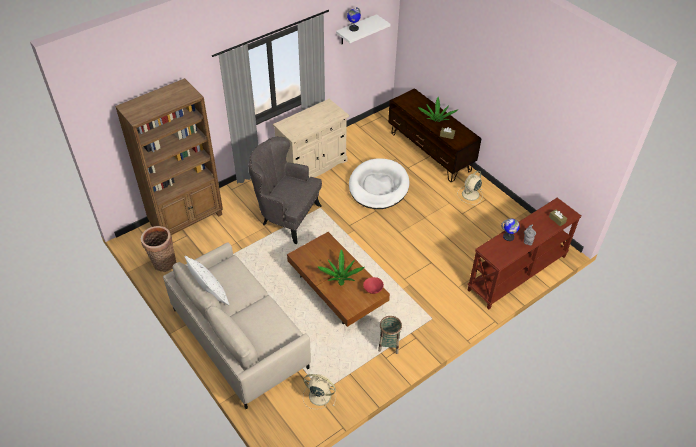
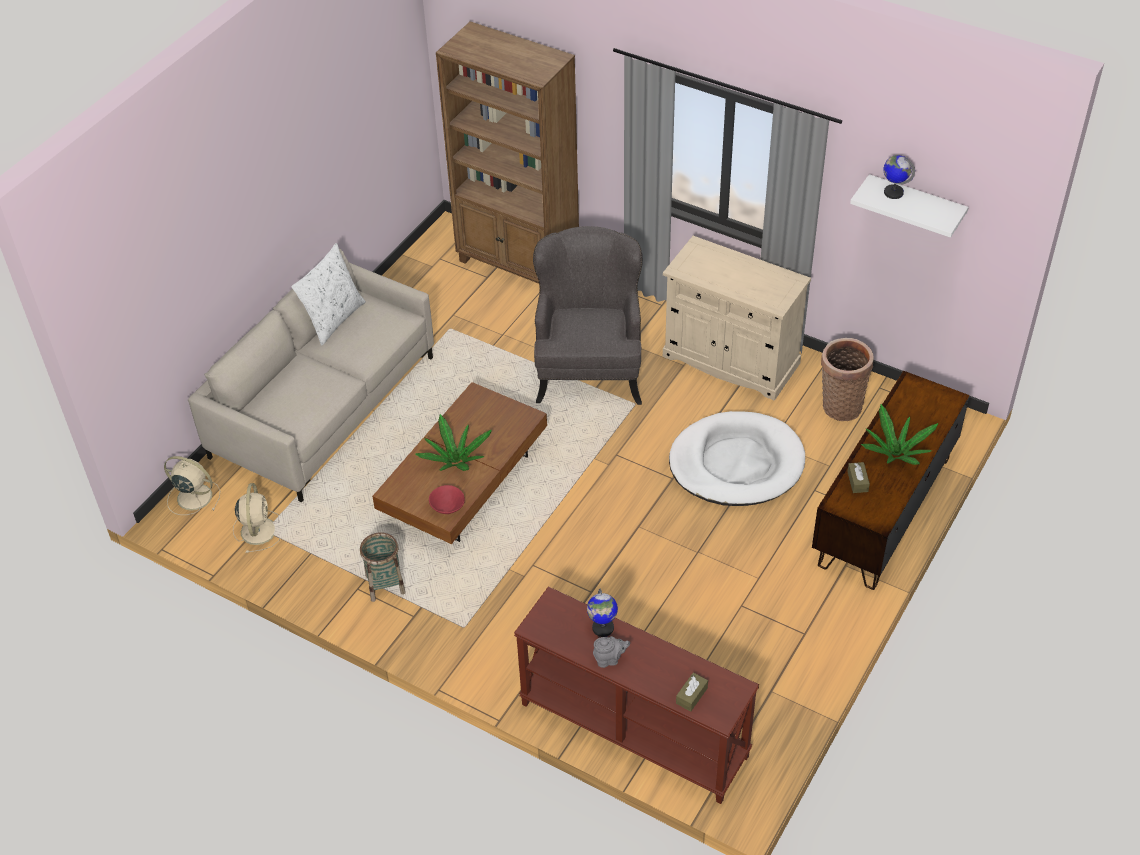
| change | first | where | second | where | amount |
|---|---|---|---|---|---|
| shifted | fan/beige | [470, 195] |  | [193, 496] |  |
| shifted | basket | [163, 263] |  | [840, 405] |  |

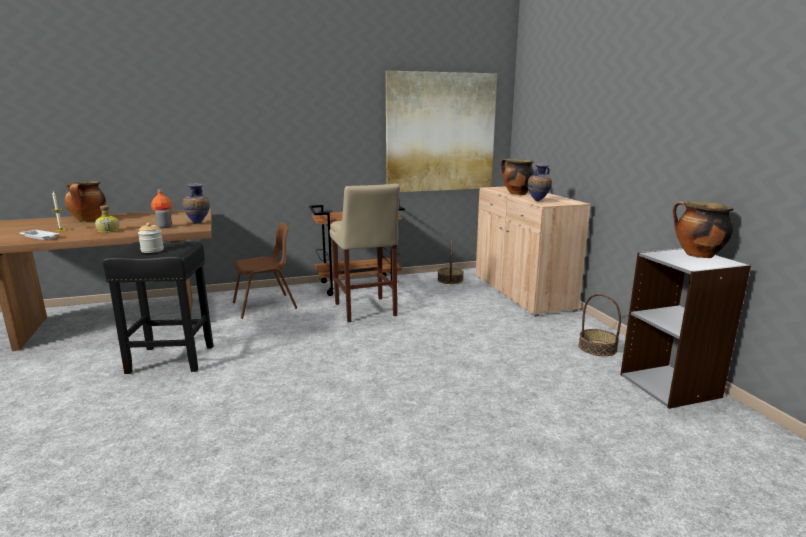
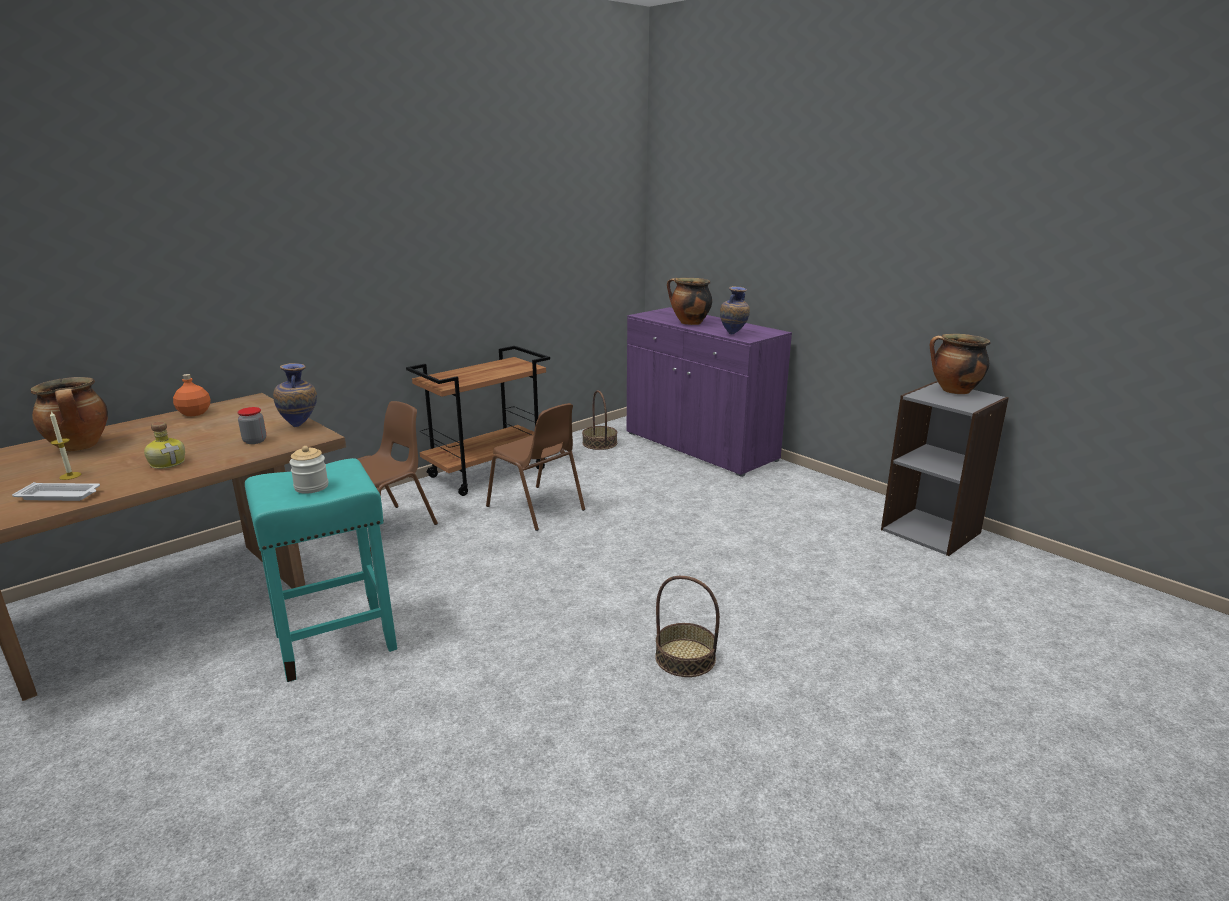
| change | first | where | second | where | amount |
|---|---|---|---|---|---|
| repainted | stool/black | [173, 359] | stool/turquoise | [338, 641] |  |
| swapped | stool/beige | [366, 311] | chair/brown | [536, 508] |  |
| repainted | cabinet/beige | [522, 292] | cabinet/purple | [699, 446] |  |
| shifted | basket | [597, 348] |  | [685, 657] |  |
| gone | picture | [440, 132] |  |  |  |

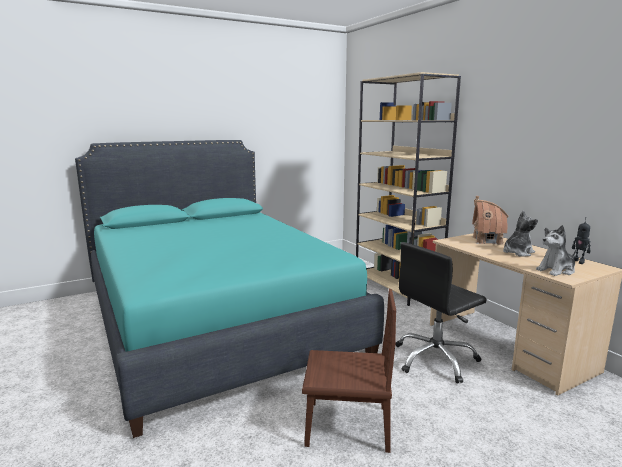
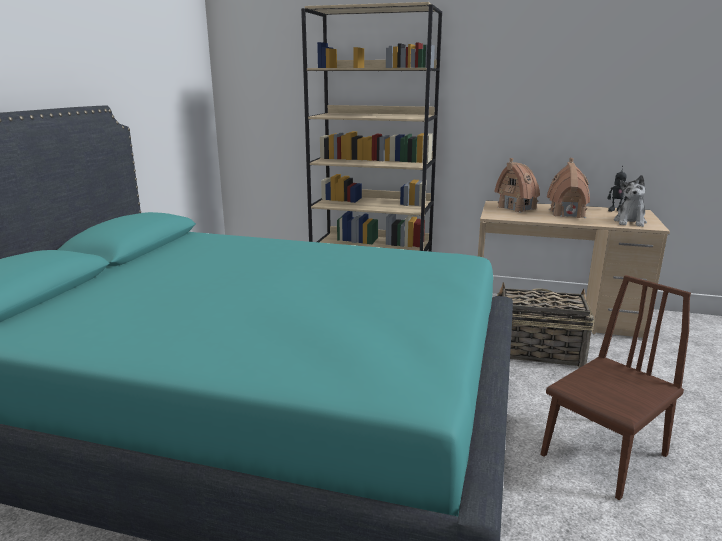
| change | first | where | second | where | amount |
|---|---|---|---|---|---|
| swapped | office chair/black | [435, 359] | basket | [536, 352] |  |
| swapped | plush toy | [517, 252] | toy house | [567, 213] |  |

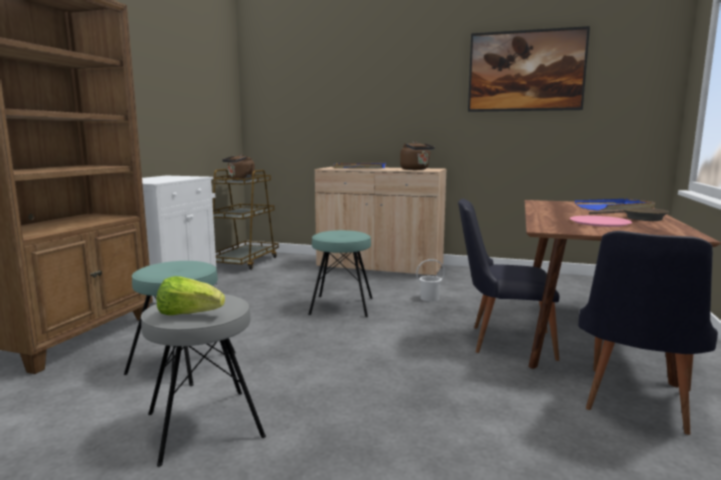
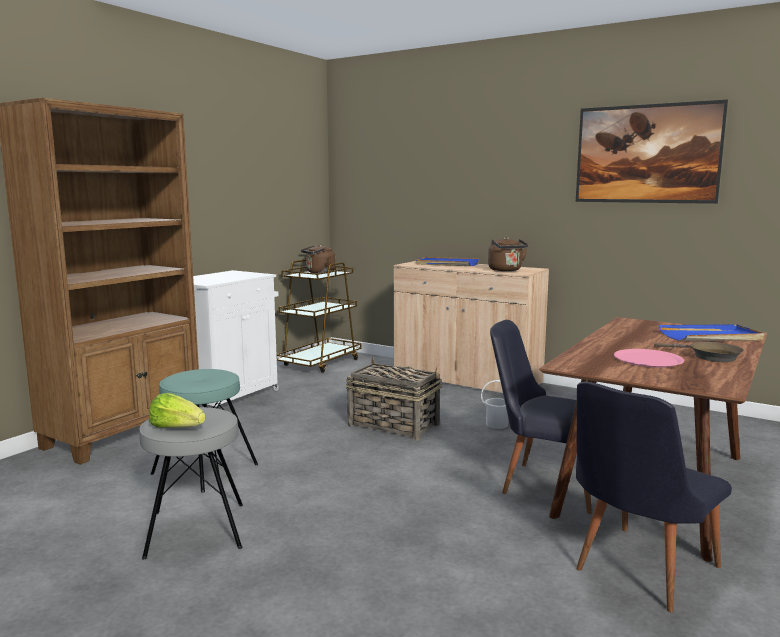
| change | first | where | second | where | amount |
|---|---|---|---|---|---|
| swapped | stool/turquoise | [342, 306] | basket | [392, 424] |  |

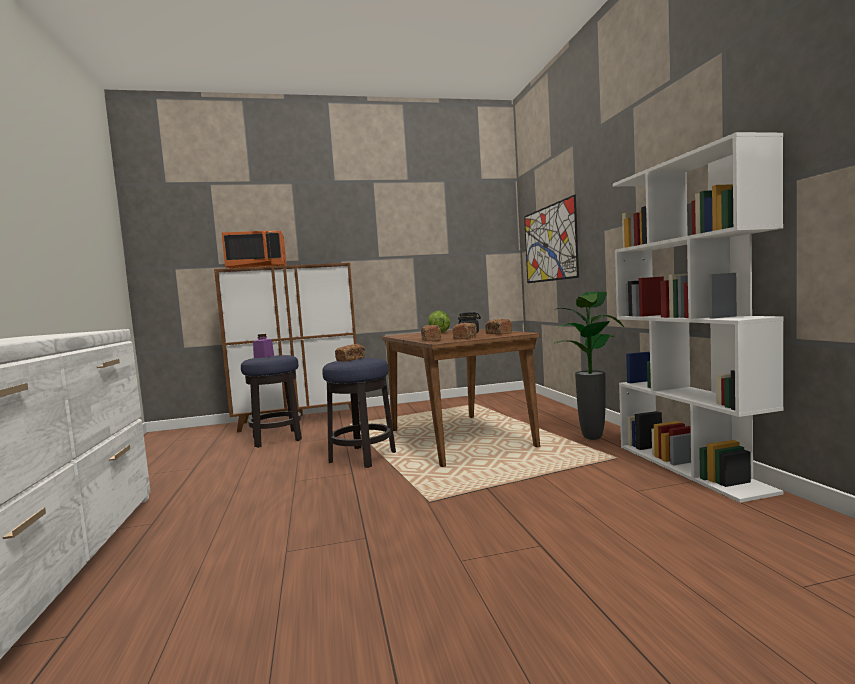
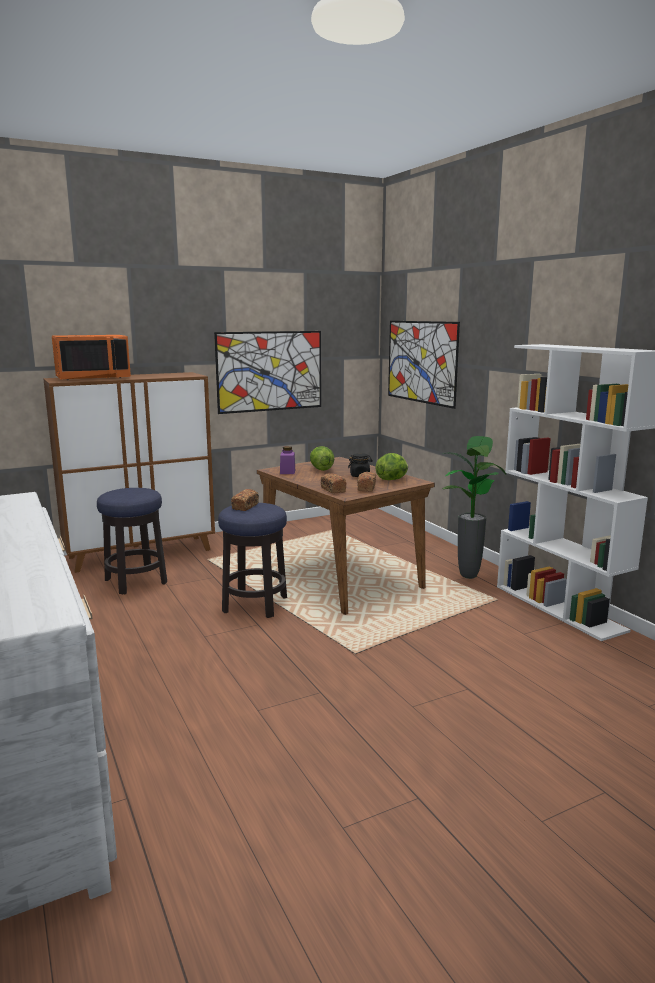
| change | first | where | second | where | amount |
|---|---|---|---|---|---|
| new |  |  | picture | [270, 371] |  |
| shifted | jar/purple | [264, 356] |  | [287, 472] |  |
| swapped | bread | [498, 333] | lettuce | [392, 479] |  |

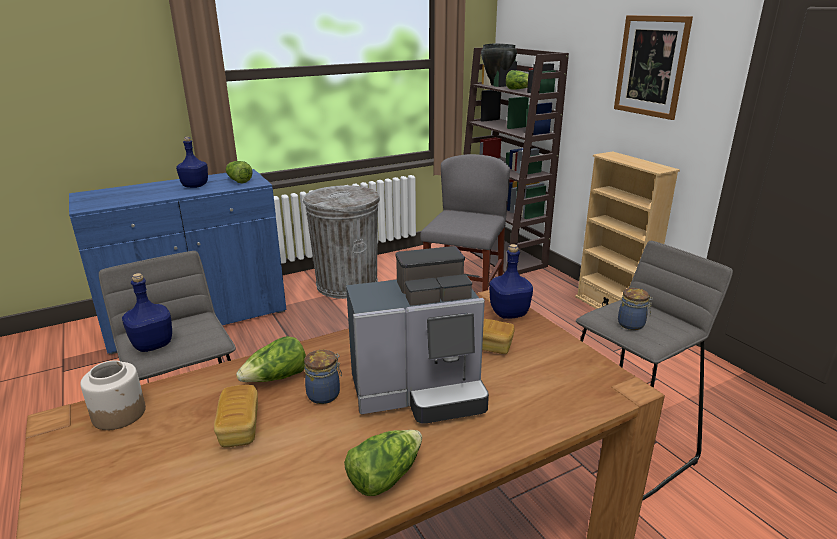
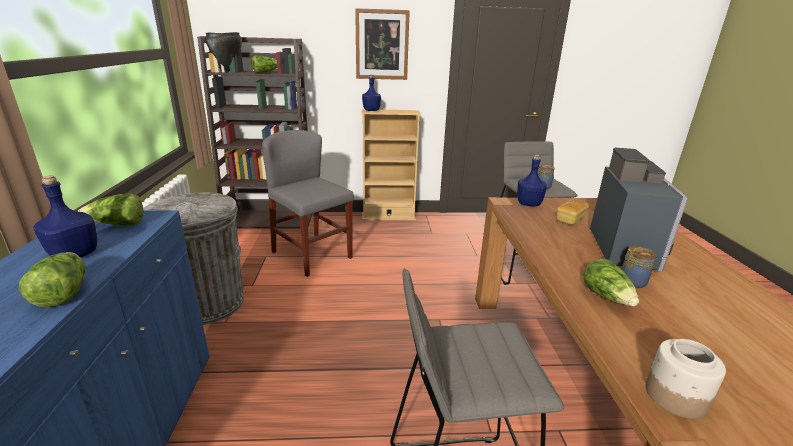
| change | first | where | second | where | amount |
|---|---|---|---|---|---|
| shifted | lettuce | [384, 476] |  | [63, 293] |  |
| shifted | bottle/blue | [153, 345] |  | [371, 110] |  |
| gone | bread | [239, 428] |  |  |  |

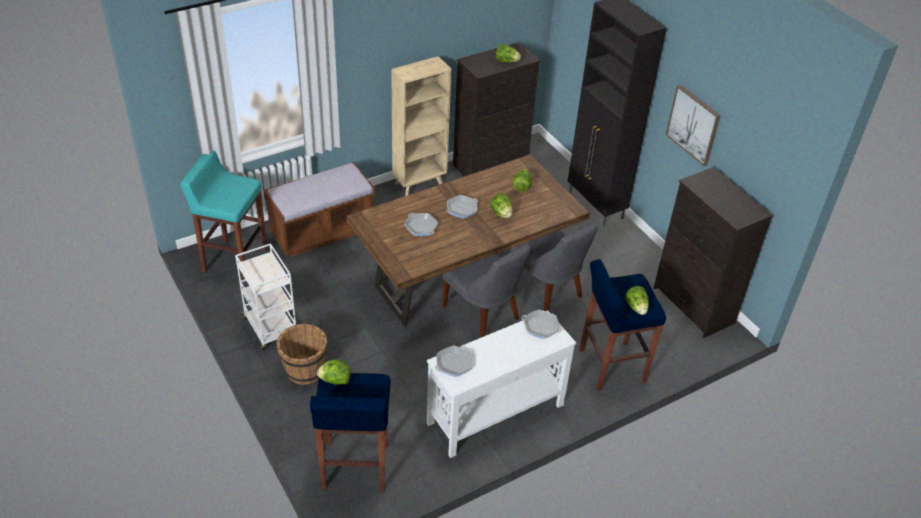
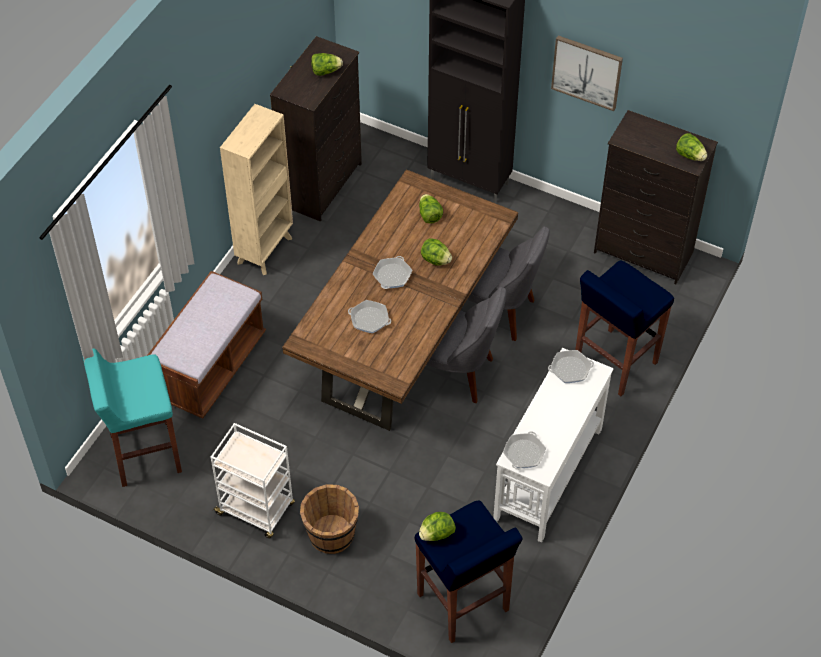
| change | first | where | second | where | amount |
|---|---|---|---|---|---|
| shifted | lettuce | [636, 307] |  | [690, 155] |  |

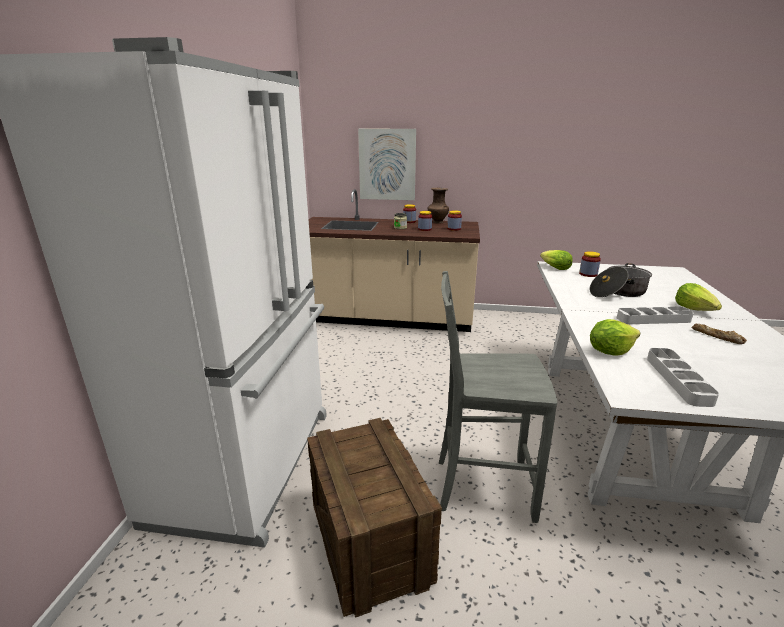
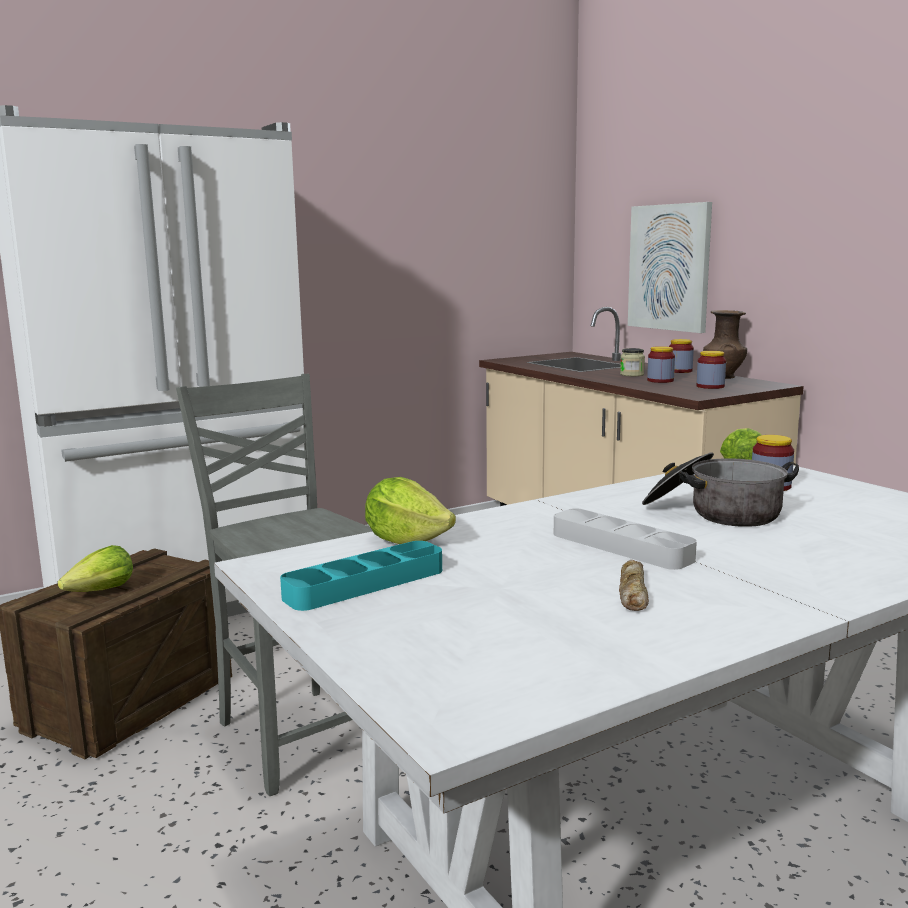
| change | first | where | second | where | amount |
|---|---|---|---|---|---|
| shifted | lettuce | [695, 309] |  | [102, 591] |  |
| repainted | tray/grey | [678, 380] | tray/turquoise | [365, 584] |  |

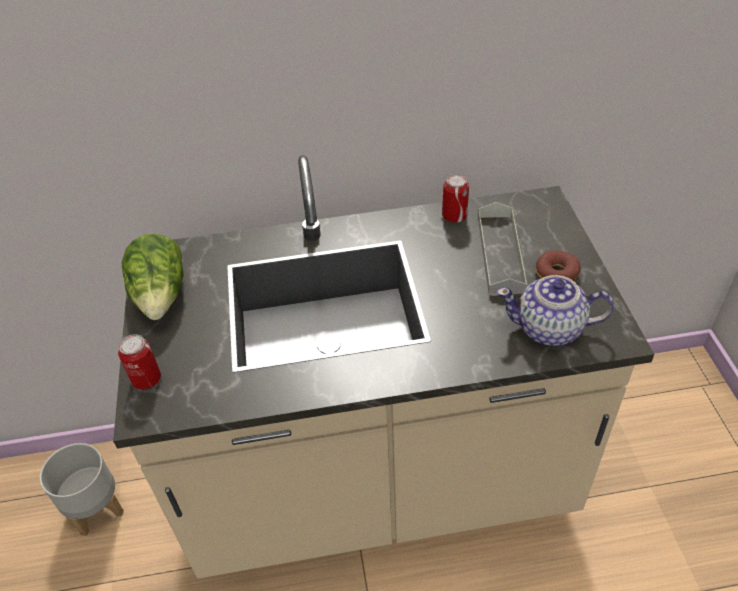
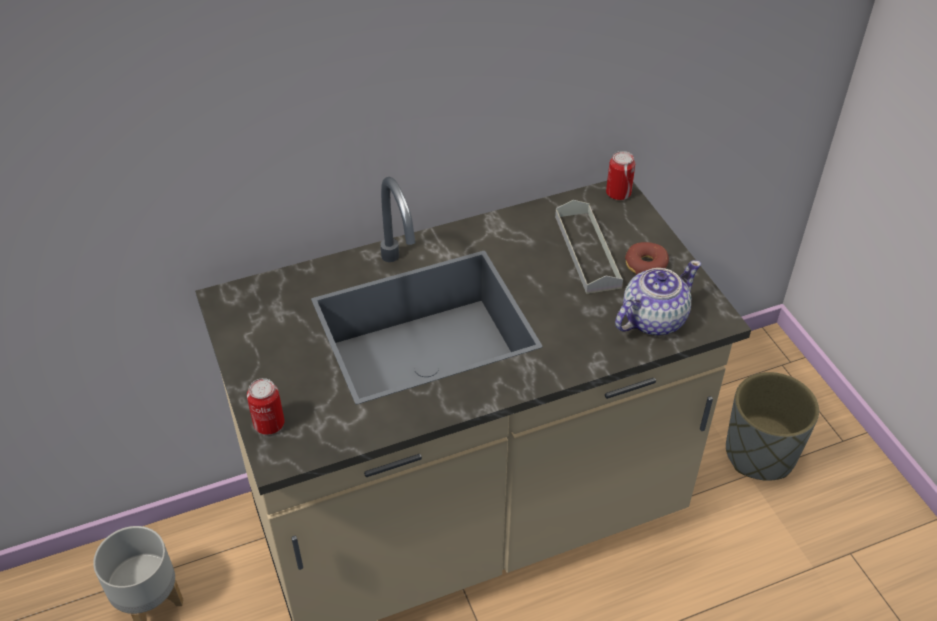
| change | first | where | second | where | amount |
|---|---|---|---|---|---|
| shifted | can | [454, 216] |  | [618, 194] |  |
| rotated | teapot | [550, 329] |  | [652, 319] | 150 degrees clockwise |
| new |  |  | planter/grey | [759, 453] |  |
| gone | lettuce | [161, 295] |  |  |  |

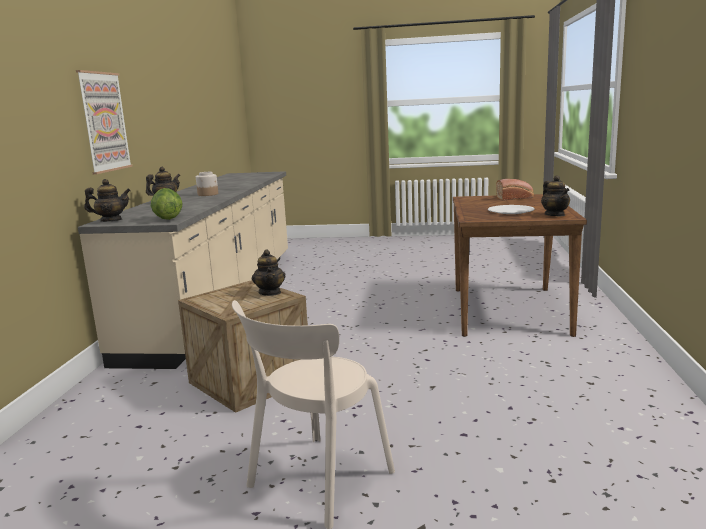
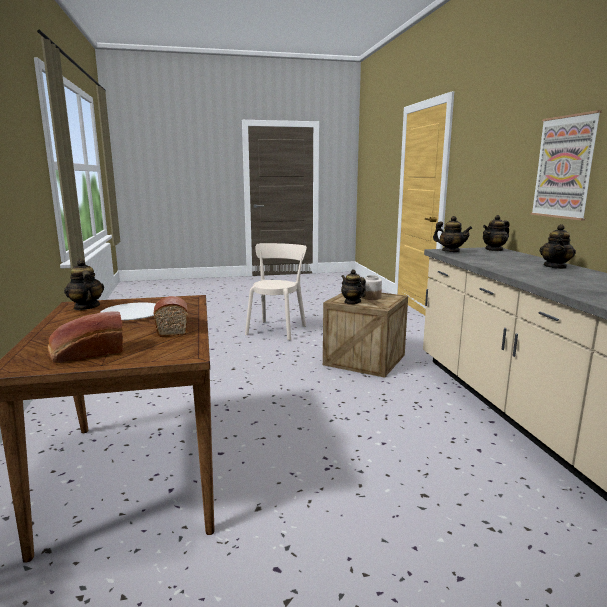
| change | first | where | second | where | amount |
|---|---|---|---|---|---|
| new |  |  | bread | [172, 327] |  |
| shifted | jar | [208, 194] |  | [371, 297] |  |
| swapped | lettuce | [167, 219] | teapot | [450, 251] |  |

